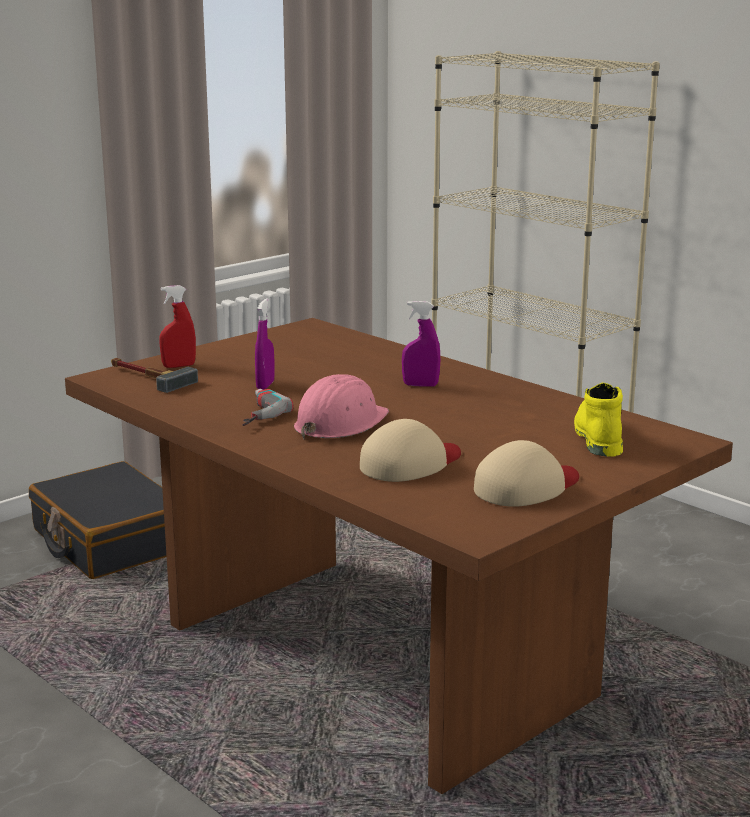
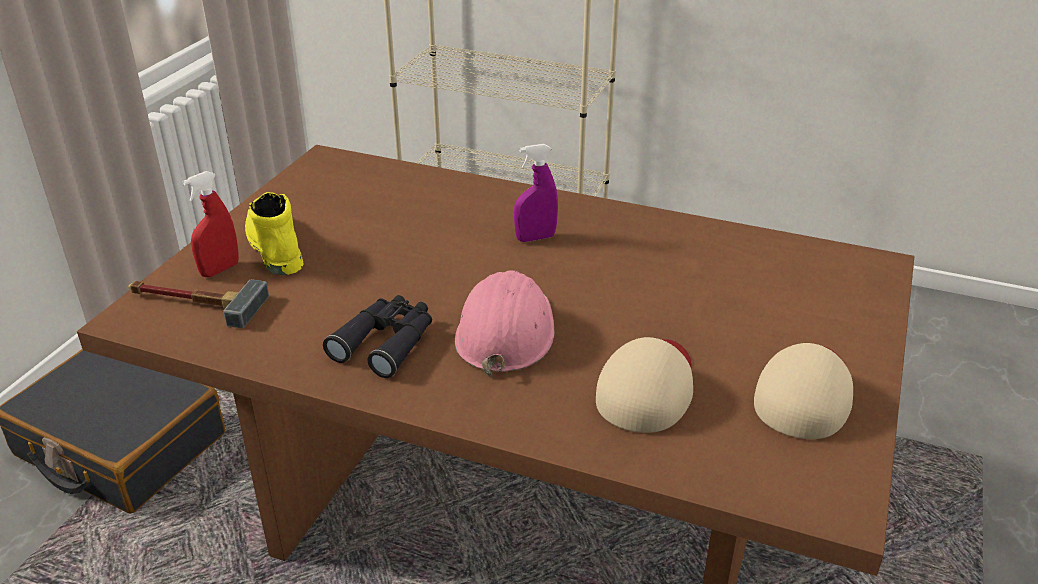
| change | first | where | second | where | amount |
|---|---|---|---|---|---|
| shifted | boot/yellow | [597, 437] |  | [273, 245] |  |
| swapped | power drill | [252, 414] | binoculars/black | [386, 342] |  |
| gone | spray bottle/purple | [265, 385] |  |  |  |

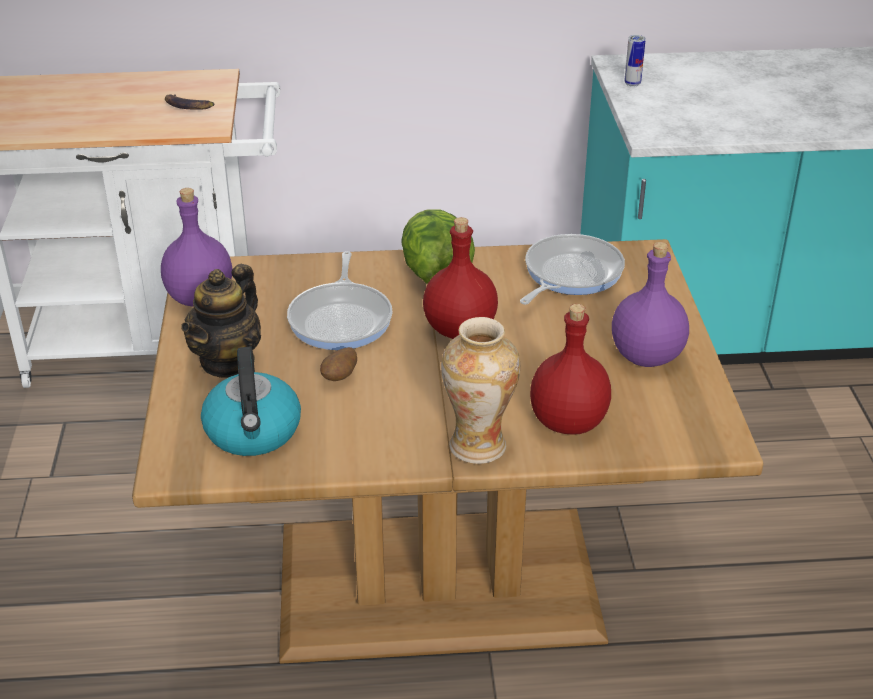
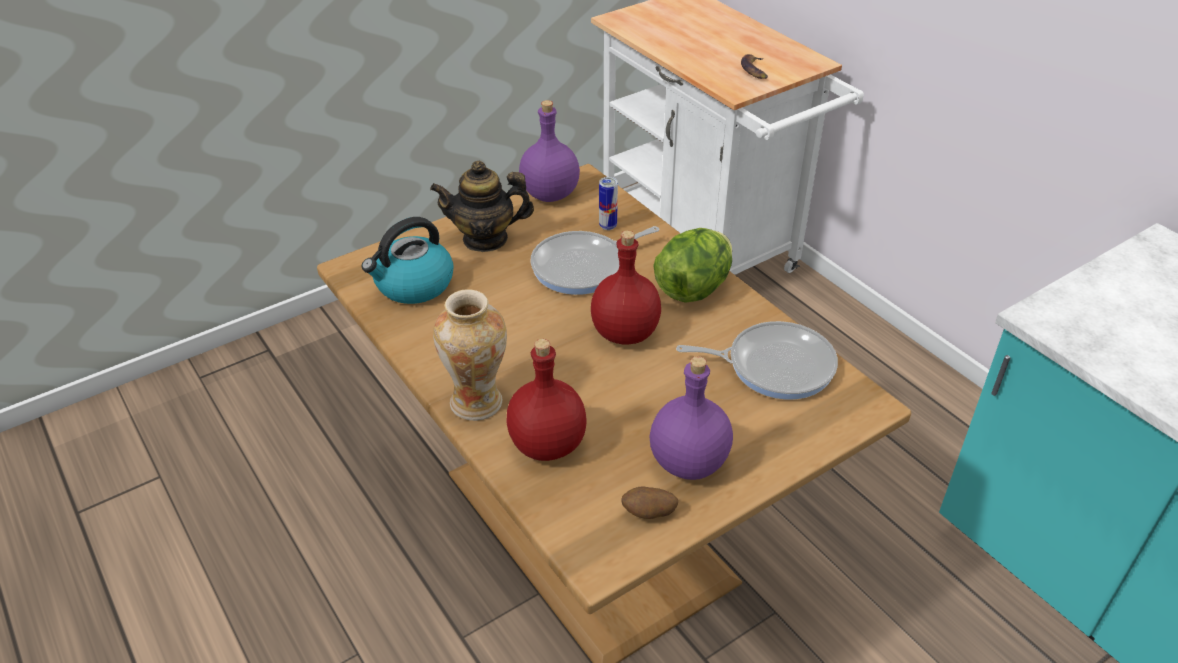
| change | first | where | second | where | amount |
|---|---|---|---|---|---|
| shifted | can | [632, 83] |  | [608, 226] |  |
| shifted | potato | [340, 377] |  | [649, 514] |  |

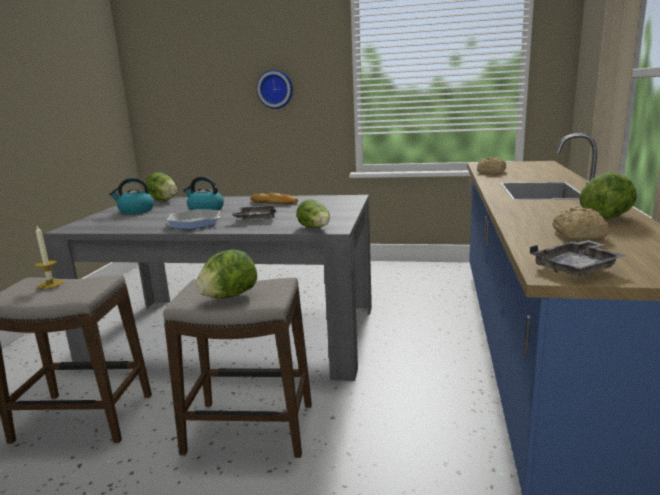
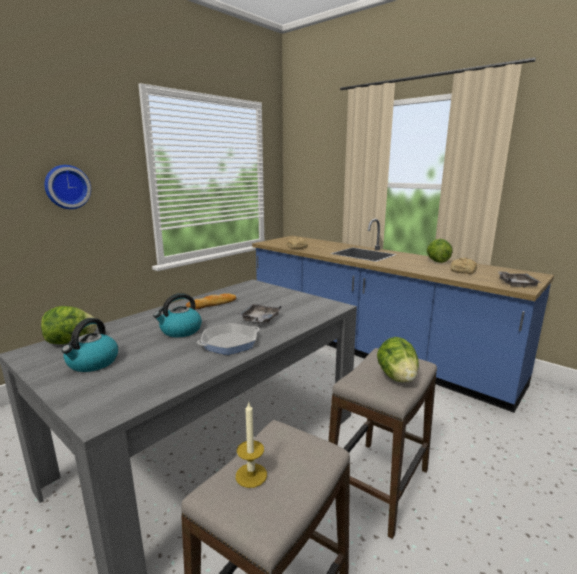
| change | first | where | second | where | amount |
|---|---|---|---|---|---|
| gone | lettuce | [315, 228] |  |  |  |

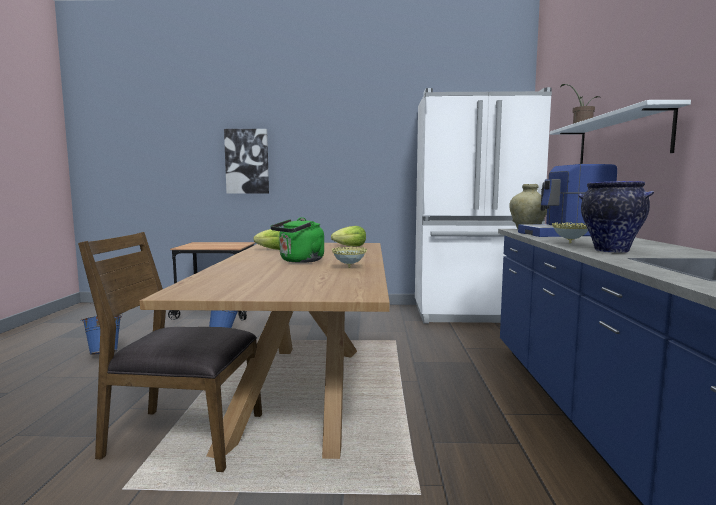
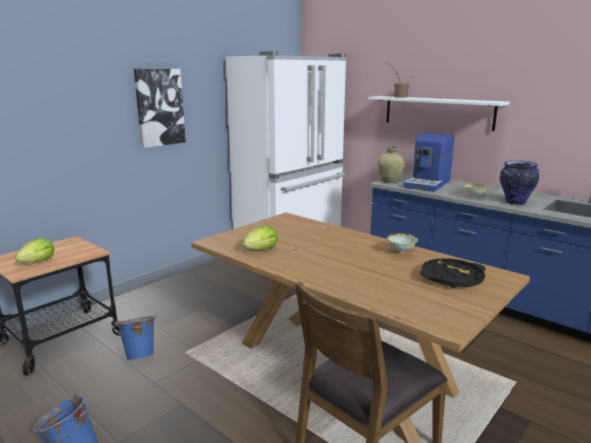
| change | first | where | second | where | amount |
|---|---|---|---|---|---|
| shifted | lettuce | [350, 246] |  | [38, 261] |  |
| shifted | picture | [247, 161] |  | [159, 107] |  |
| new |  |  | tray/black | [451, 278] |  |
| gone | kettle/green | [299, 261] |  |  |  |

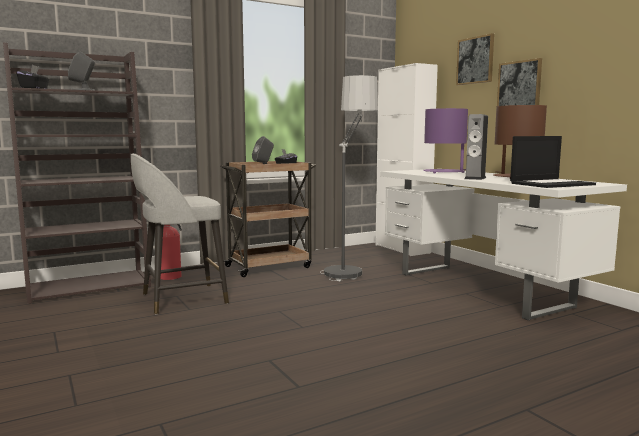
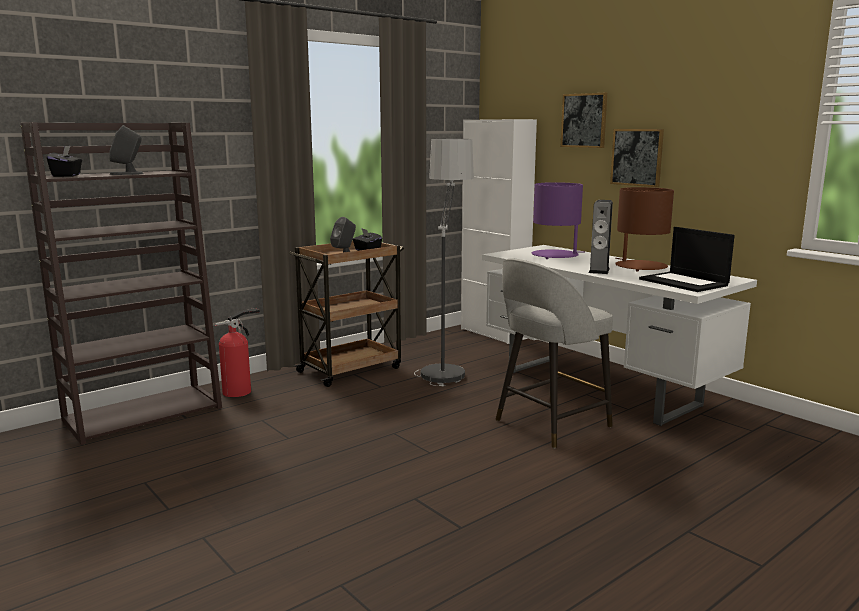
| change | first | where | second | where | amount |
|---|---|---|---|---|---|
| shifted | stool/grey | [181, 299] |  | [550, 424] |  |
| rotated | laptop | [551, 184] |  | [684, 282] | 90 degrees clockwise |

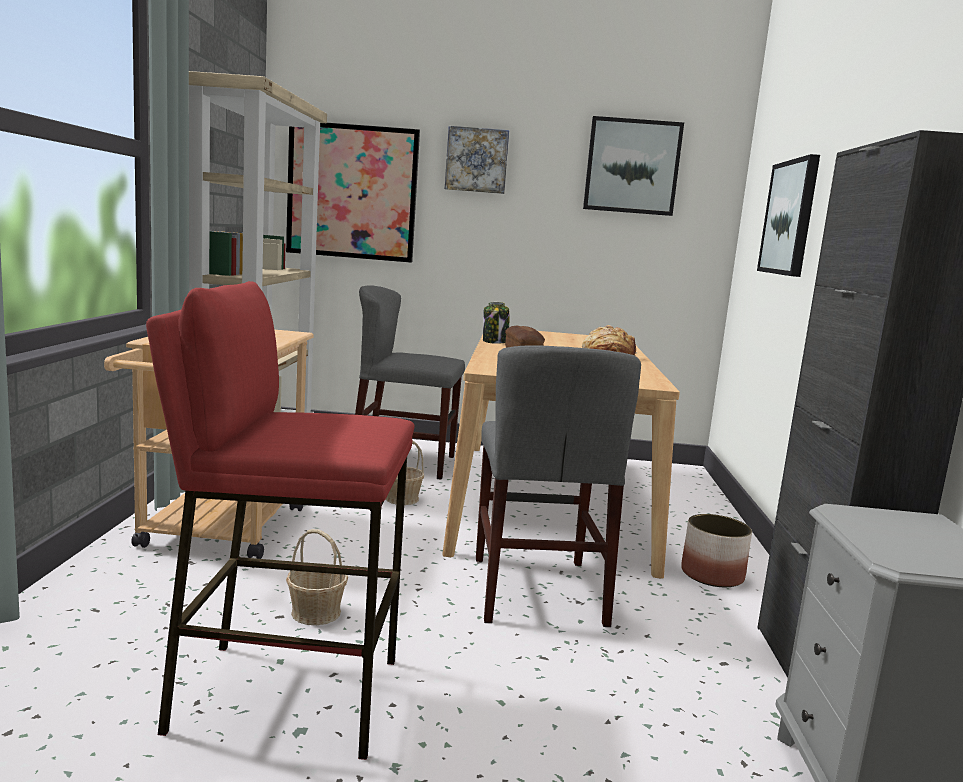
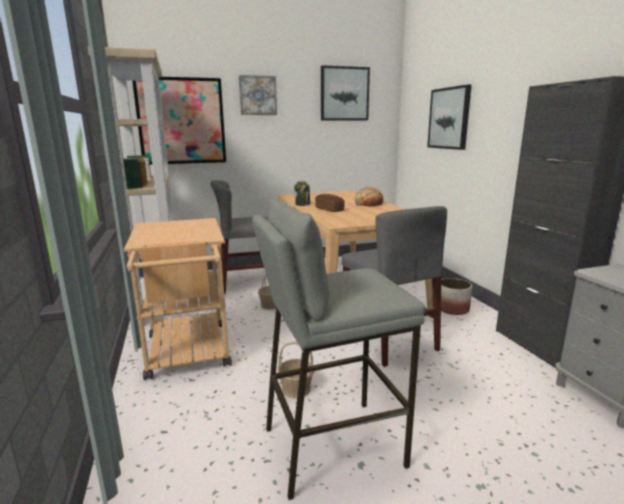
| change | first | where | second | where | amount |
|---|---|---|---|---|---|
| repainted | stool/red | [286, 695] | stool/grey | [332, 445] |  |

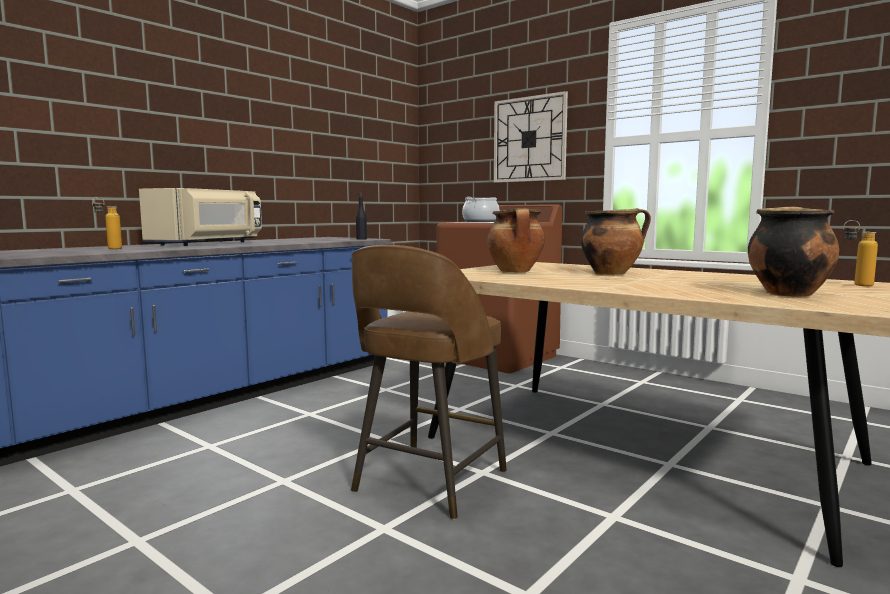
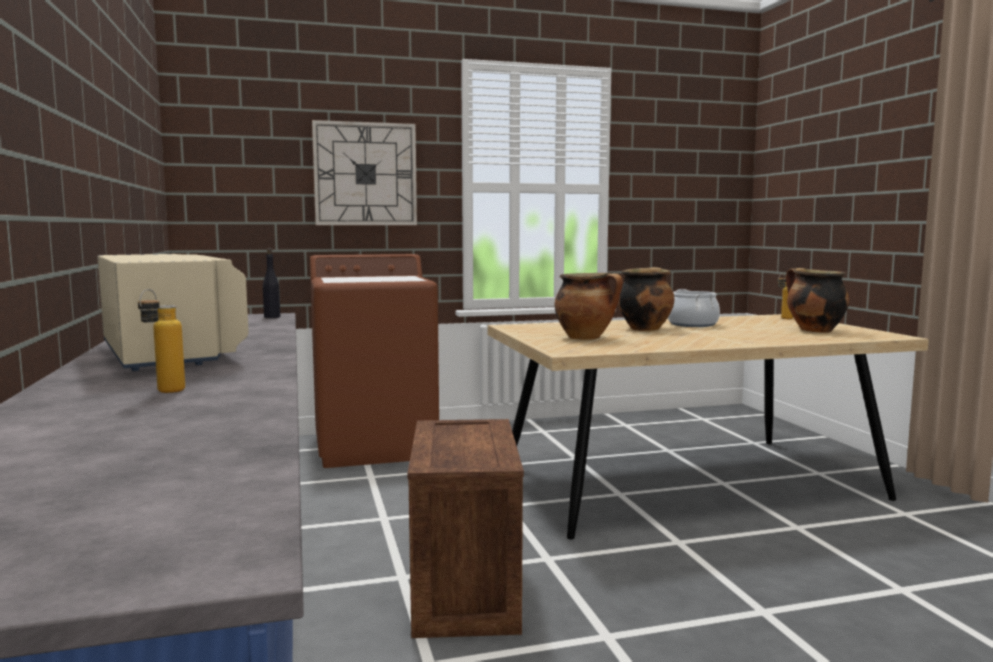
| change | first | where | second | where | amount |
|---|---|---|---|---|---|
| new |  |  | crate | [463, 591] |  |
| shifted | cooking pot | [481, 221] |  | [692, 324] |  |
| gone | stool/brown | [428, 482] |  |  |  |

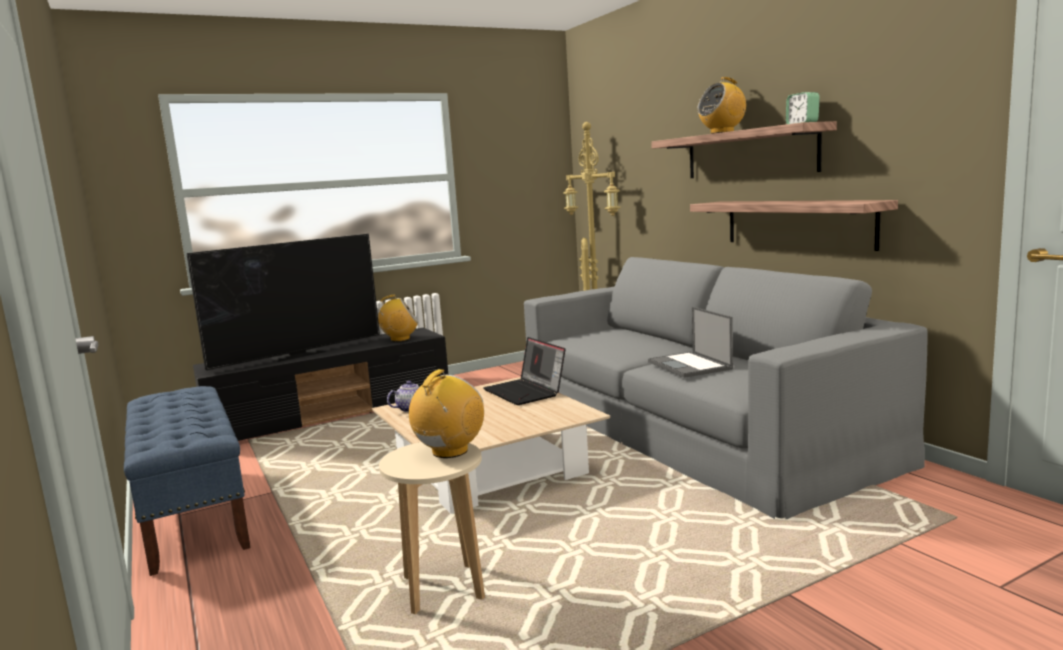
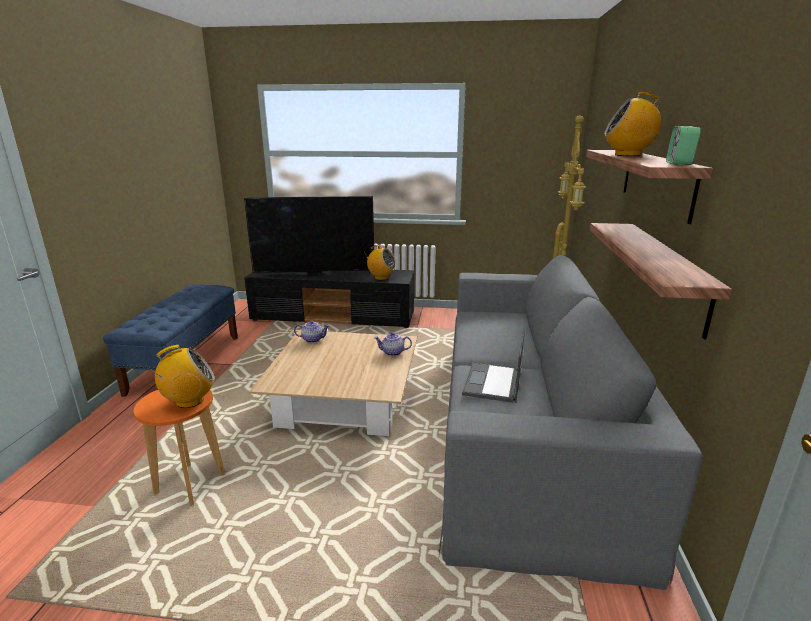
| change | first | where | second | where | amount |
|---|---|---|---|---|---|
| repainted | stool/beige | [443, 589] | stool/orange | [190, 484] |  |
| swapped | laptop | [526, 392] | teapot | [392, 353] |  |

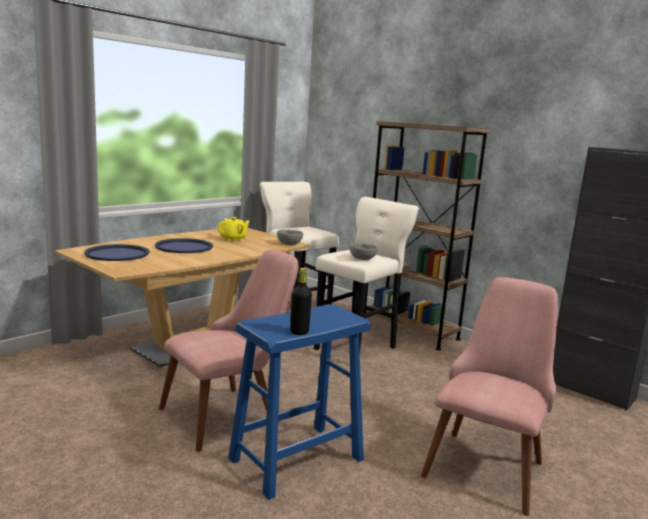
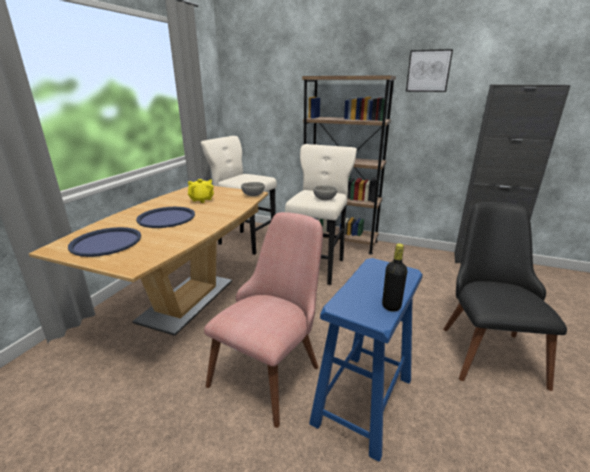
| change | first | where | second | where | amount |
|---|---|---|---|---|---|
| new |  |  | picture | [428, 71] |  |
| repainted | chair/pink | [488, 461] | chair/black | [485, 346] |  |

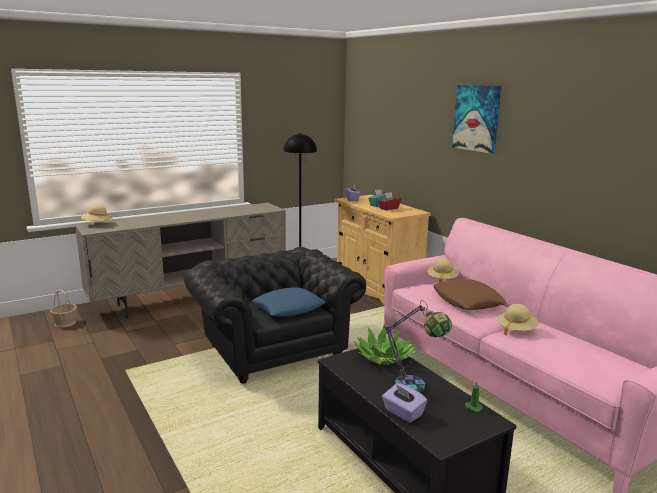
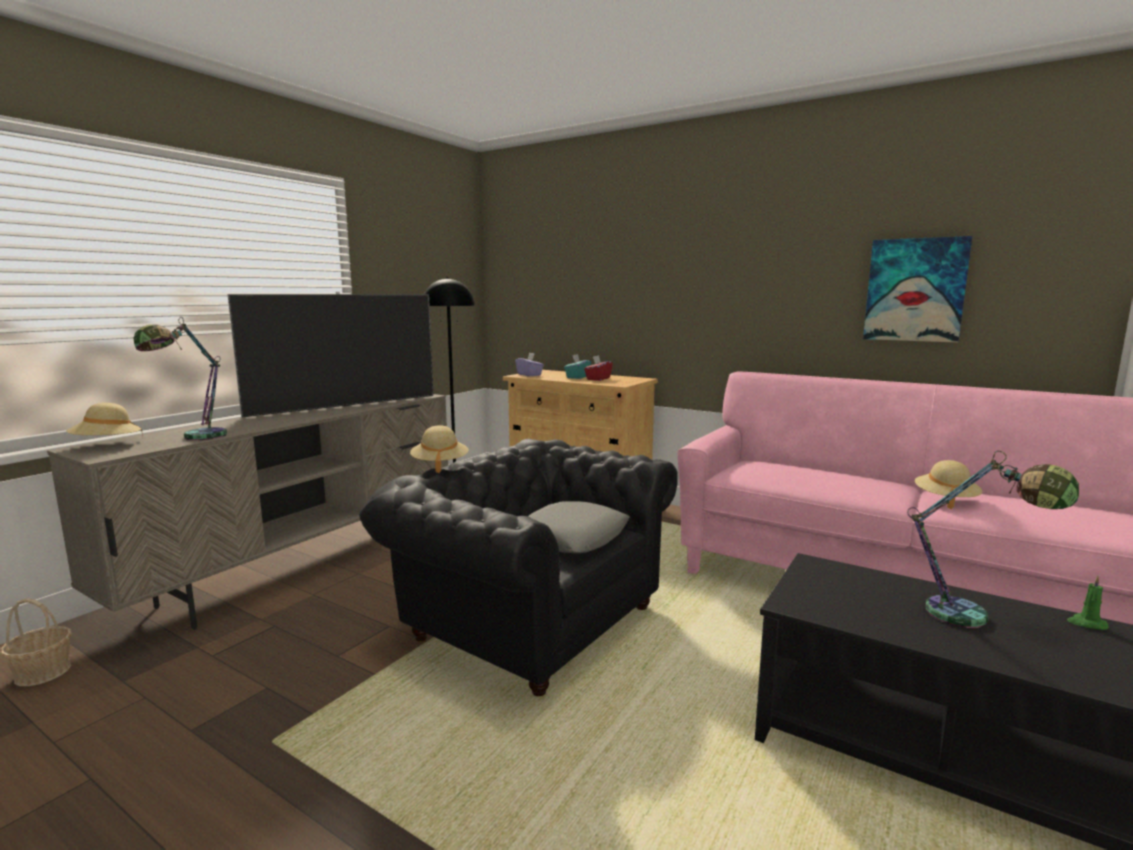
| change | first | where | second | where | amount |
|---|---|---|---|---|---|
| new |  |  | table lamp | [194, 438] |  |
| new |  |  | television | [346, 406] |  |
| shifted | hat/beige | [441, 279] |  | [439, 465] |  |
| repainted | pillow/blue | [289, 308] | pillow/grey | [572, 537] |  |
| shifted | picture | [477, 118] |  | [915, 290] |  |
| gone | potted plant | [384, 357] |  |  |  |
| gone | tissue box/purple | [403, 413] |  |  |  |
| gone | pillow/brown | [467, 301] |  |  |  |

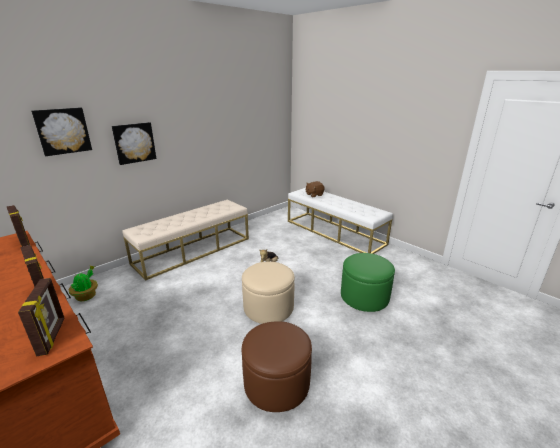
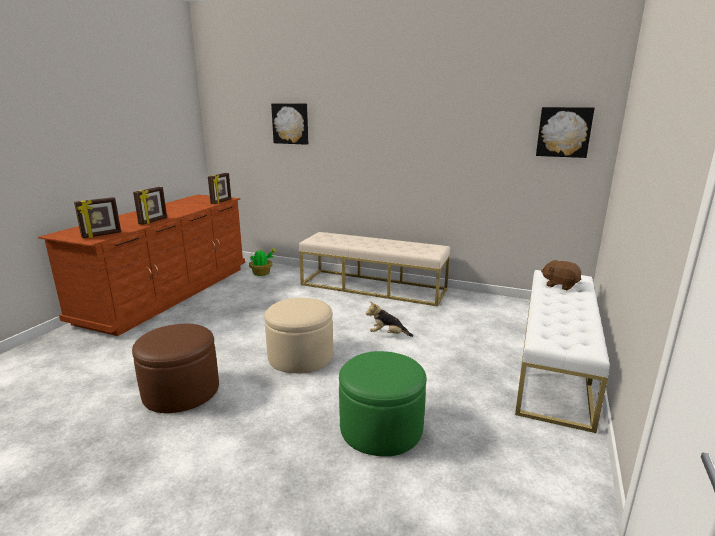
| change | first | where | second | where | amount |
|---|---|---|---|---|---|
| shifted | picture | [134, 143] |  | [564, 132] |  |

